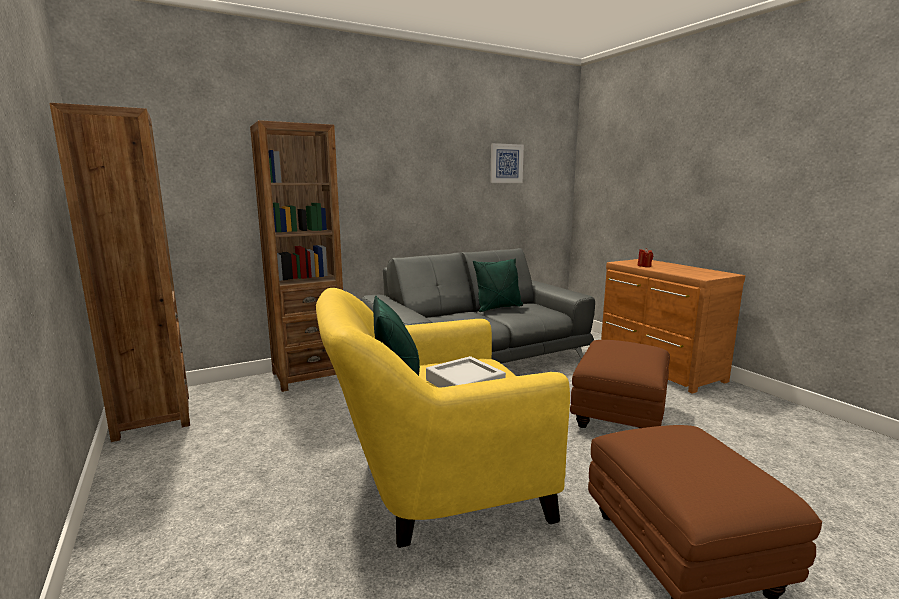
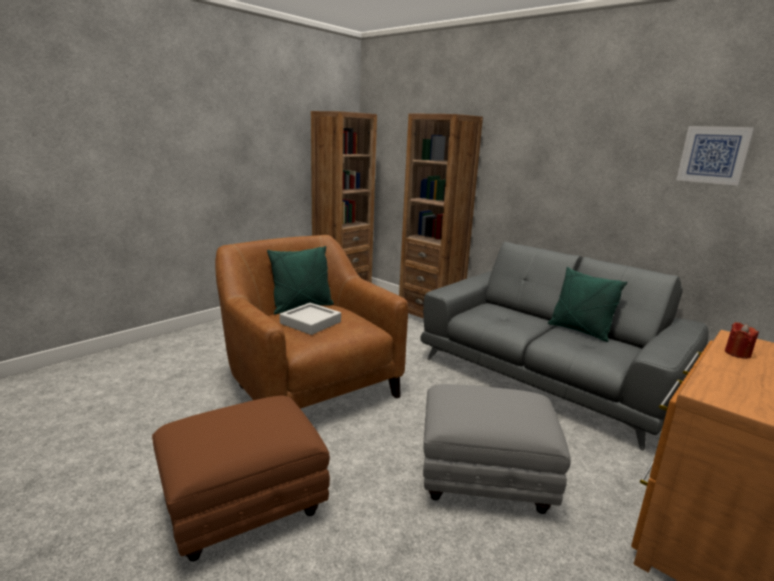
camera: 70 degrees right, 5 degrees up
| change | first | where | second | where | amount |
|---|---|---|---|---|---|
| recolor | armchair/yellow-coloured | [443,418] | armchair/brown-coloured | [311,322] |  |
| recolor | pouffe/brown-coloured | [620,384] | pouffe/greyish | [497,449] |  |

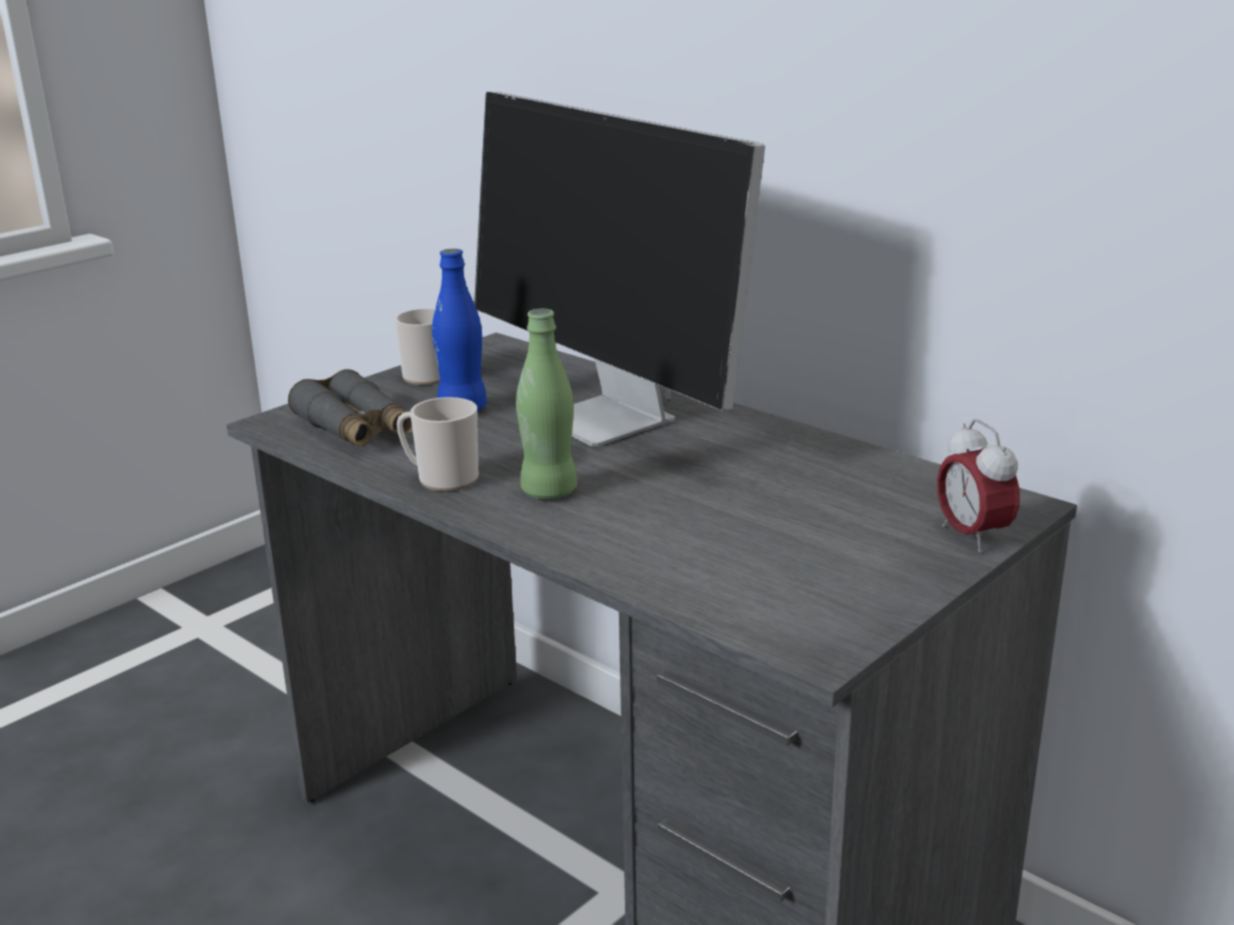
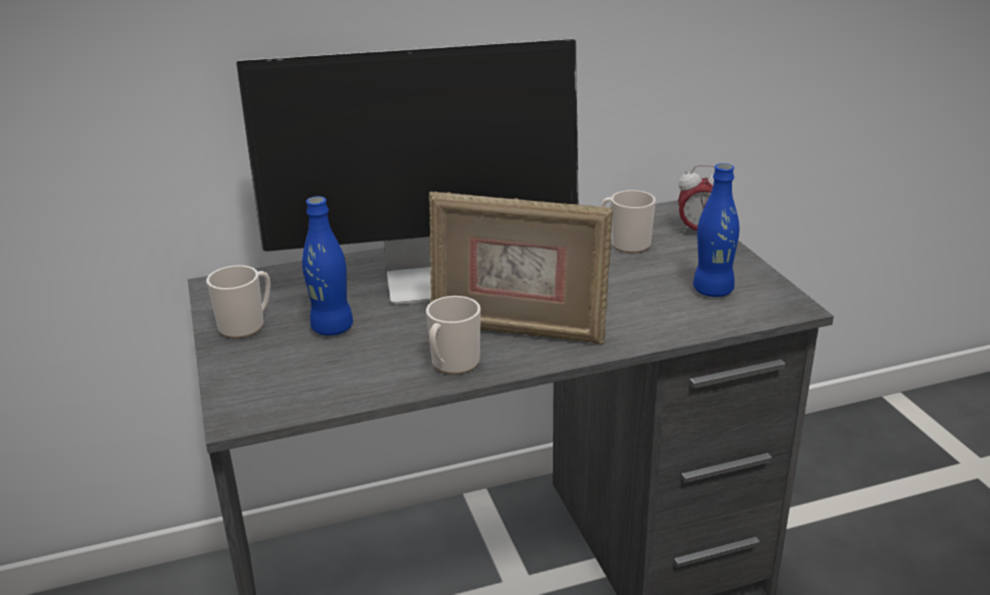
camera: 60 degrees left, 5 degrees up
| change | first | where | second | where | amount |
|---|---|---|---|---|---|
| replace | drink bottle/green | [546,404] | photo frame | [521,268] |  |
| delete | pair of binoculars/greyish | [350,408] |  |  |  |
| insert |  |  | drink bottle/blue-coloured | [716,230] |  |
| insert |  |  | mug | [628,221] |  |

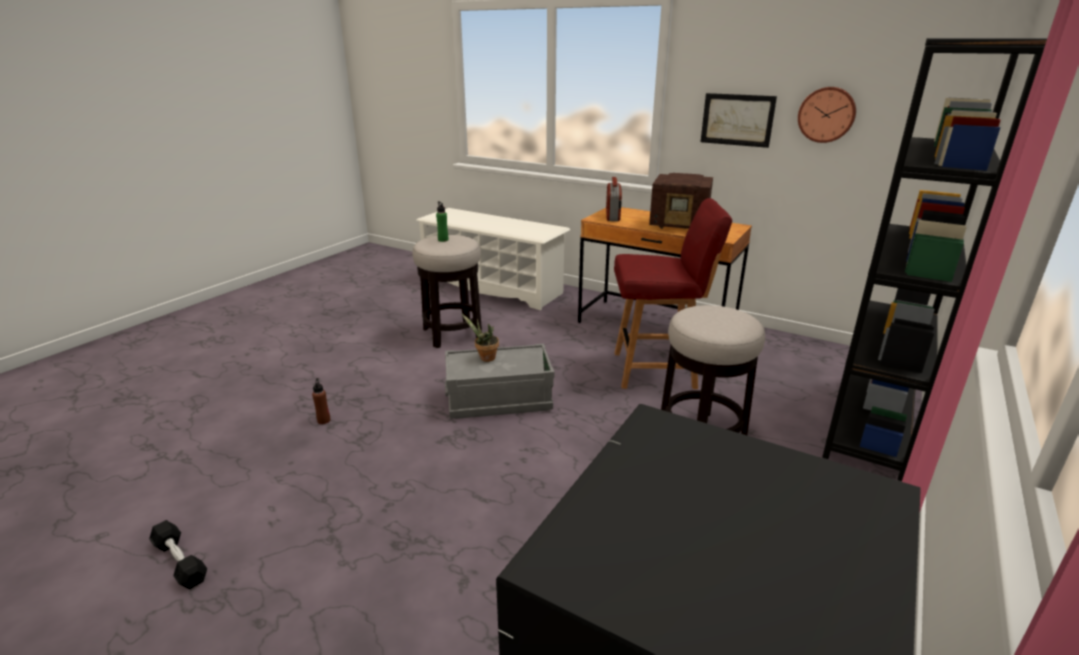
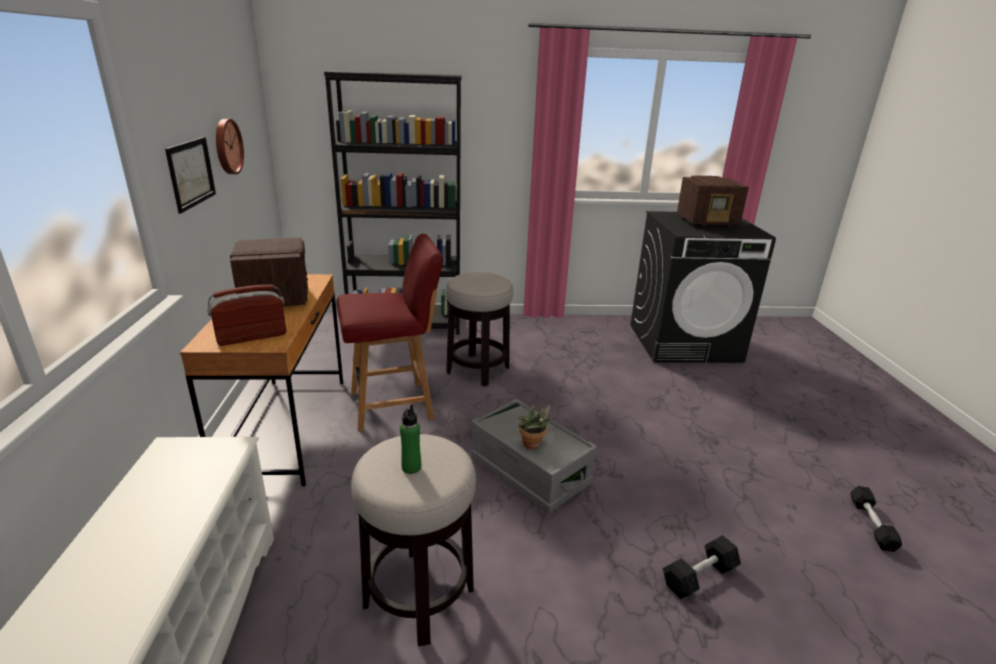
camera: 125 degrees left, 0 degrees up
| change | first | where | second | where | amount |
|---|---|---|---|---|---|
| rotate | upright chair/red | [673,293] |  | [390,332] | 105 degrees clockwise |
| replace | drink bottle/brown-coloured | [321,401] | free weight/blackish | [702,567] |  |
| insert |  |  | radio set | [713,201] |  |

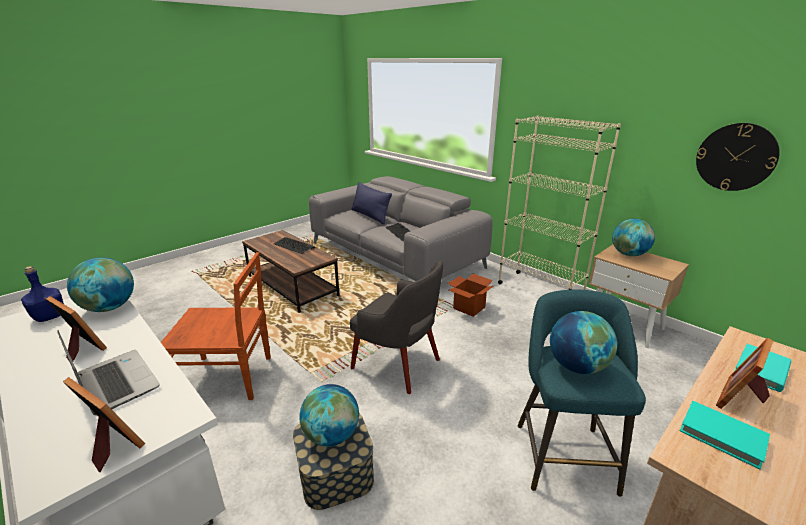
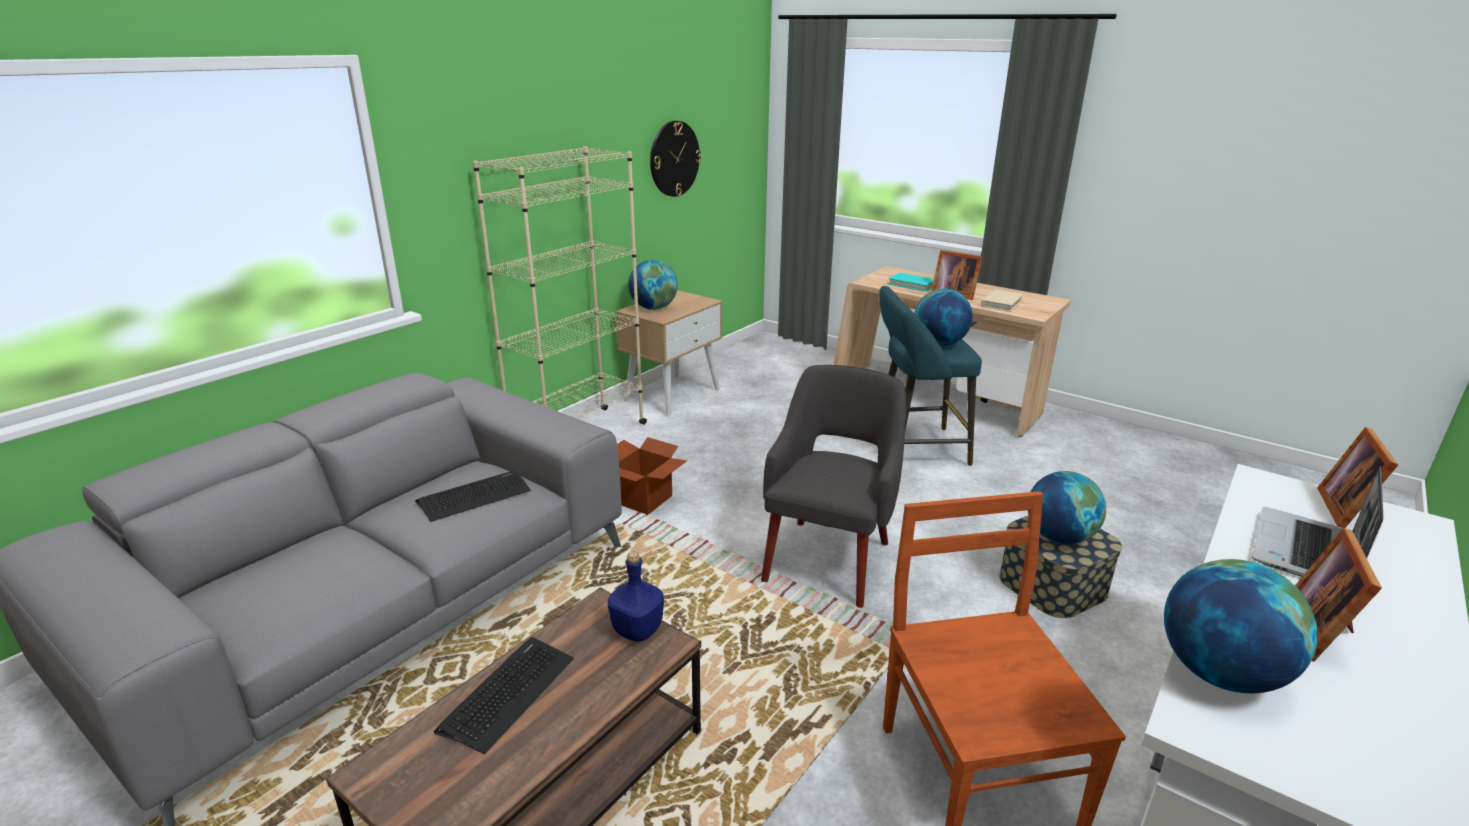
camera: 100 degrees left, 0 degrees up
| change | first | where | second | where | amount |
|---|---|---|---|---|---|
| delete | pillow/blue-coloured | [372,203] |  |  |  |
| move | drink bottle/blue-coloured | [42,294] |  | [636,597] |  |
| recolor | book/blue-green | [725,435] | book/beige | [1002,301] |  |

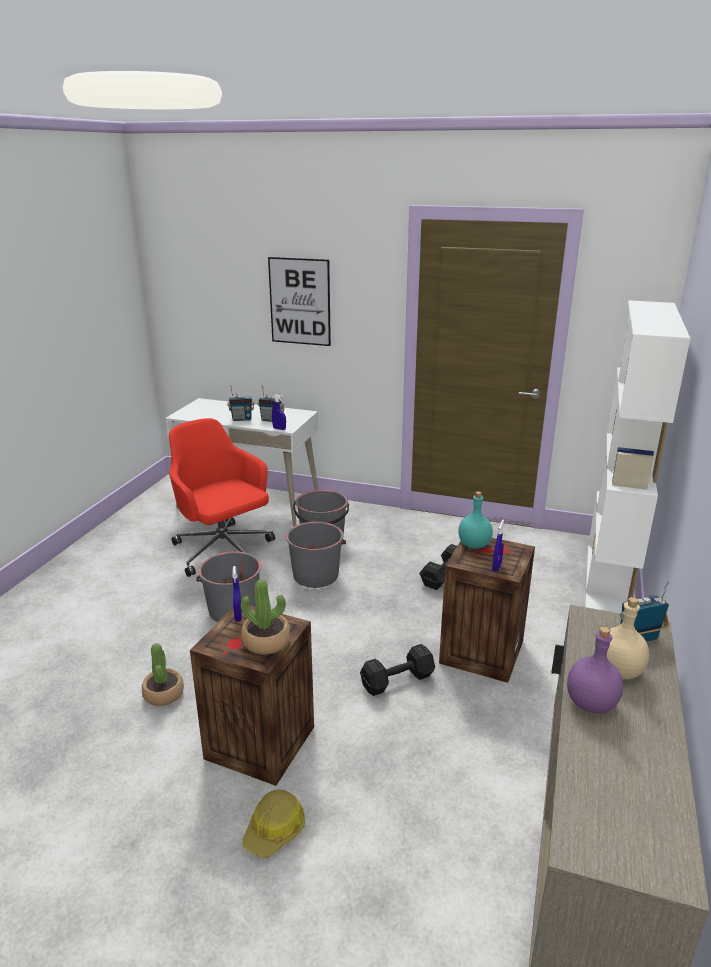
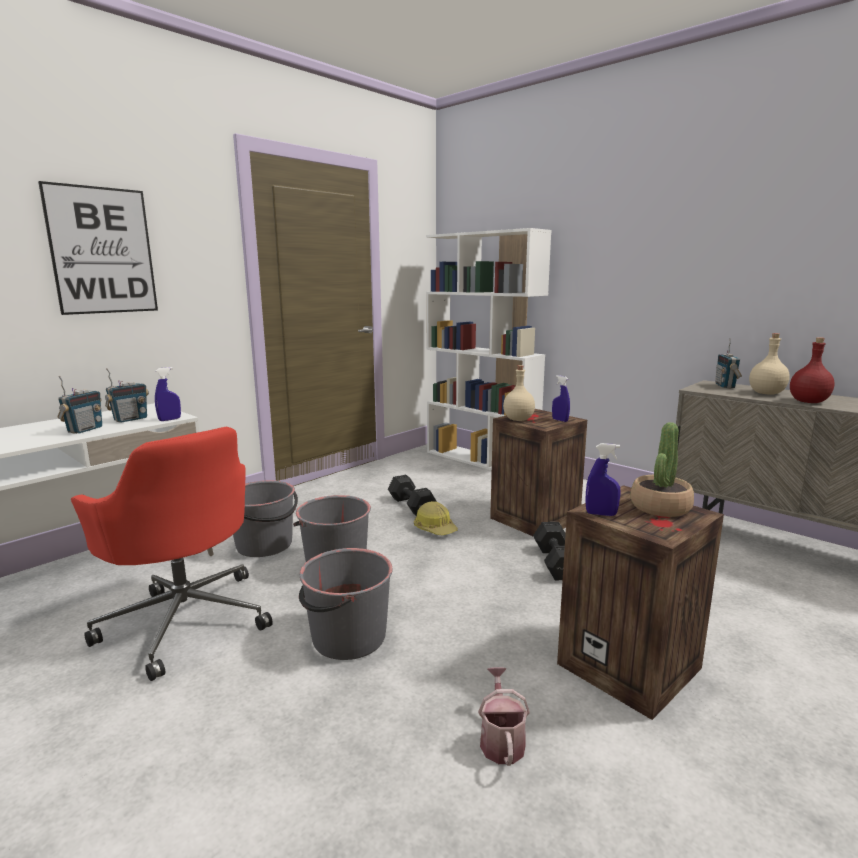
camera: 65 degrees left, 10 degrees down
| change | first | where | second | where | amount |
|---|---|---|---|---|---|
| rotate | office chair/red | [222,497] |  | [172,554] | 120 degrees counterclockwise |
| recolor | drink bottle/blue-green | [475,520] | drink bottle/beige | [519,393] |  |
| recolor | drink bottle/purple-coloured | [595,670] | drink bottle/red | [812,370] |  |
| replace | plant in a pot | [163,674] | watering pot | [504,716] |  |
| move | work helmet | [273,824] |  | [436,518] |  |

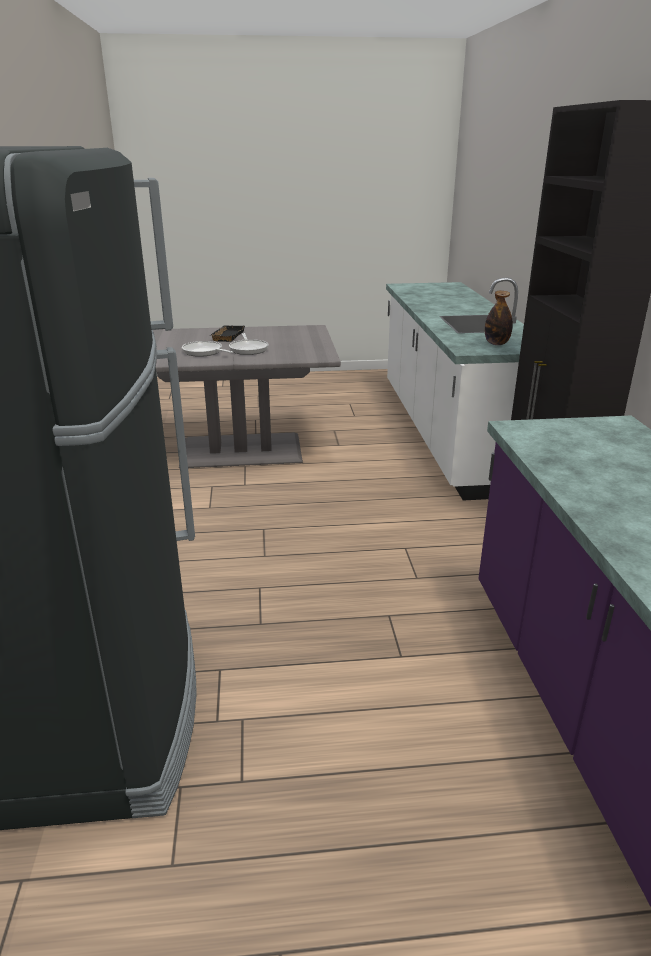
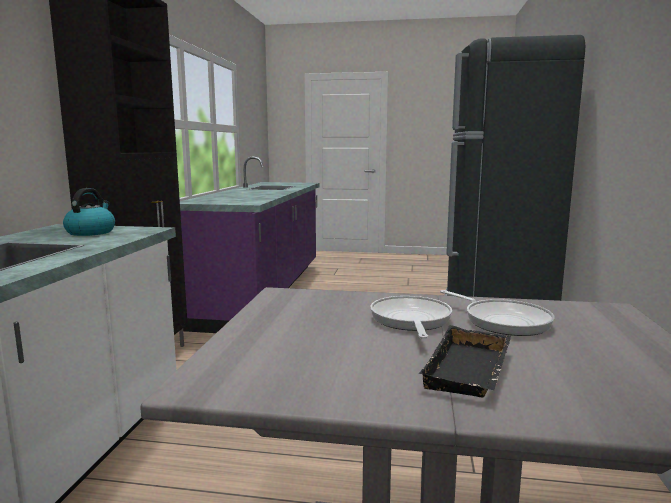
camera: 165 degrees left, 15 degrees down
| change | first | where | second | where | amount |
|---|---|---|---|---|---|
| replace | drink bottle | [499,318] | water kettle | [89,212] |  |

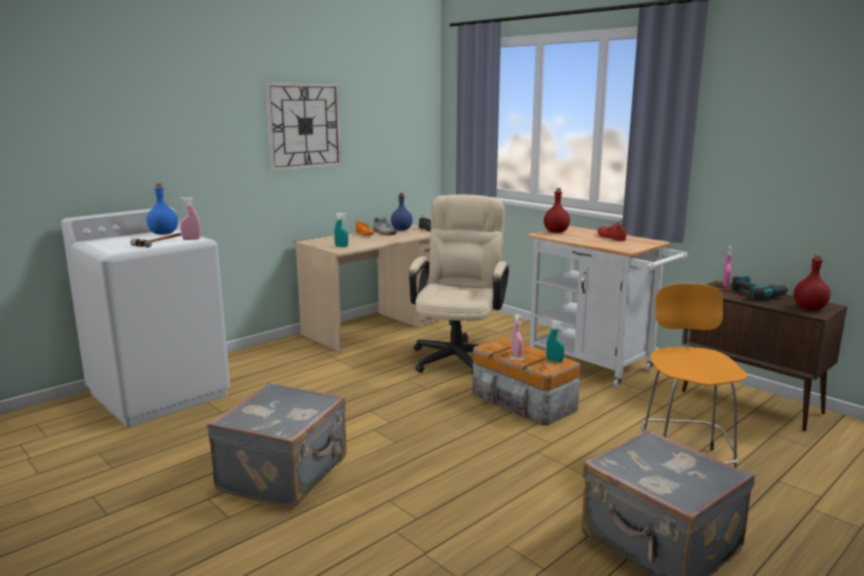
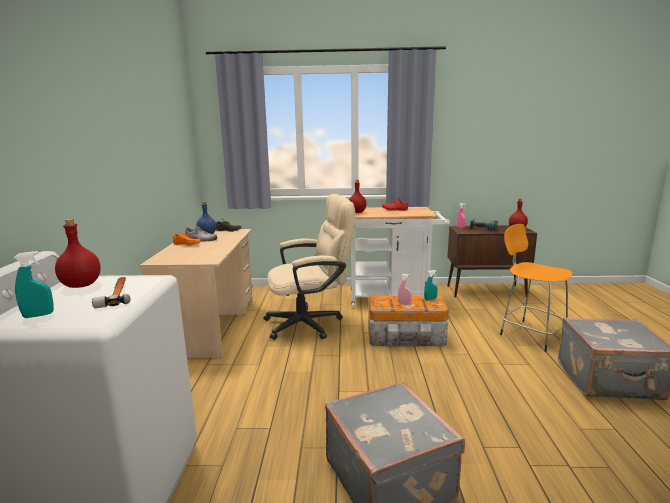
camera: 45 degrees left, 0 degrees up
| change | first | where | second | where | amount |
|---|---|---|---|---|---|
| delete | wall clock | [303,127] |  |  |  |
| recolor | drink bottle/blue-coloured | [162,209] | drink bottle/red | [78,253] |  |
| rotate | office chair/beige | [459,285] |  | [309,267] | 105 degrees clockwise |
| delete | spray bottle/pink-coloured | [190,218] |  |  |  |
| move | spray bottle/blue-green | [341,230] |  | [34,284] |  |

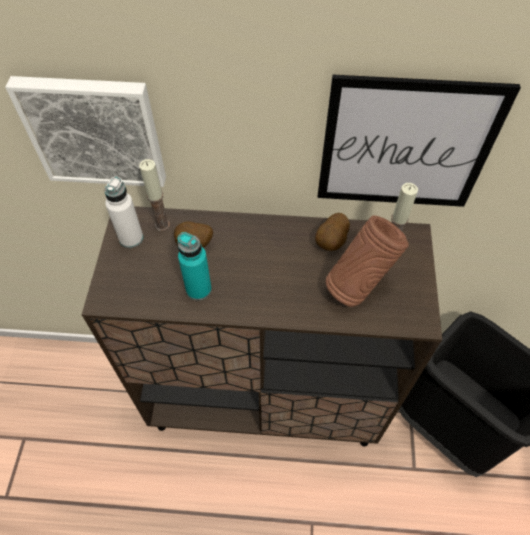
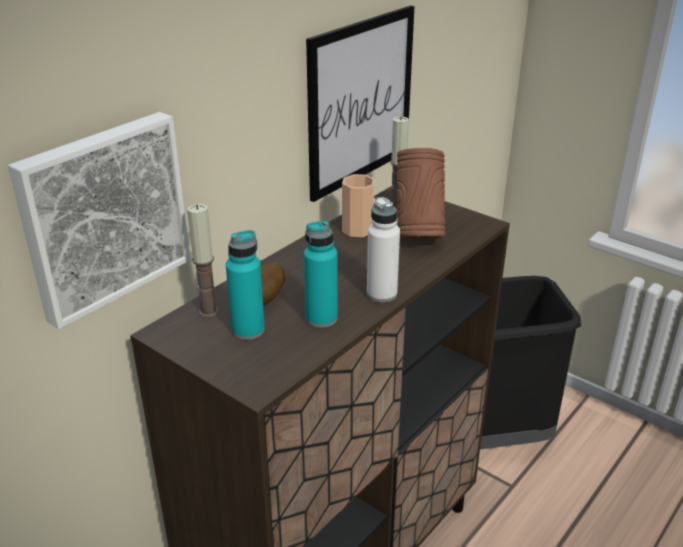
camera: 55 degrees left, 25 degrees down
| change | first | where | second | where | amount |
|---|---|---|---|---|---|
| move | drink bottle/white-coloured | [123,212] |  | [383,250] |  |
| replace | potato | [332,232] | small cup | [358,205] |  |
| insert |  |  | drink bottle/blue-green | [245,285] |  |

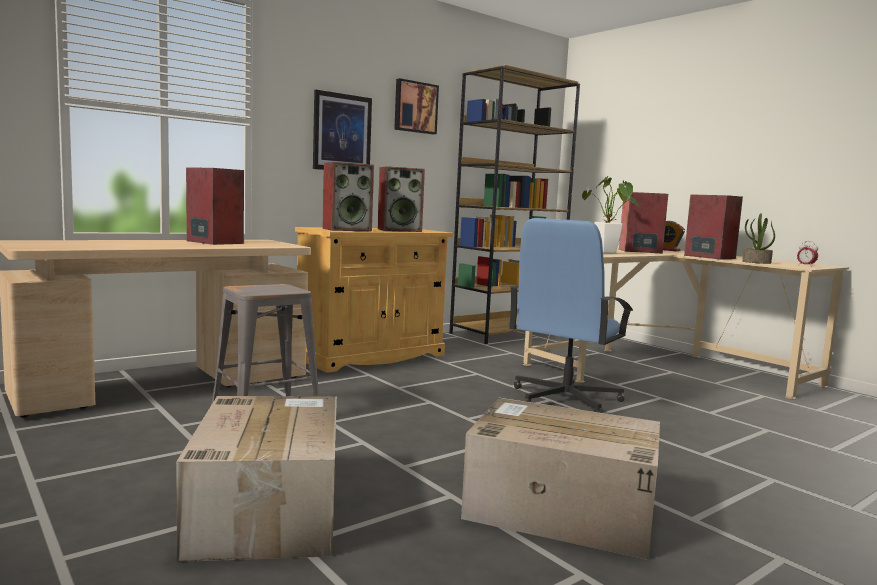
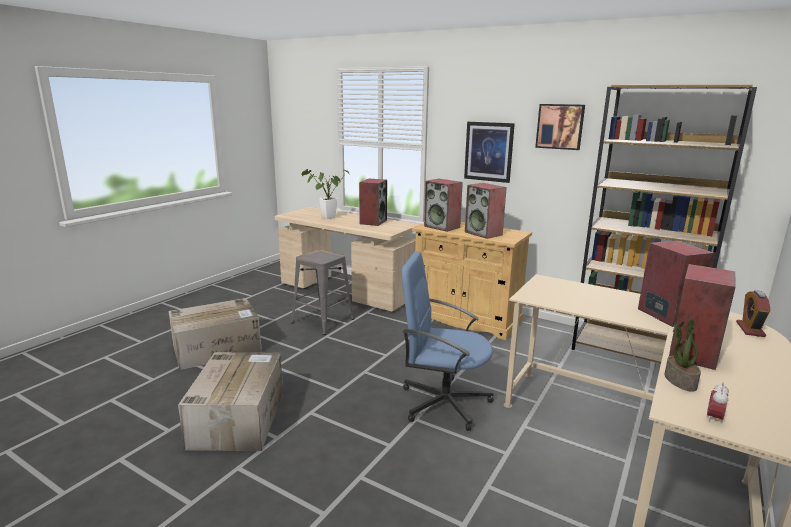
camera: 70 degrees right, 10 degrees up
| change | first | where | second | where | amount |
|---|---|---|---|---|---|
| move | plant in a pot | [610,214] |  | [325,194] |  |

